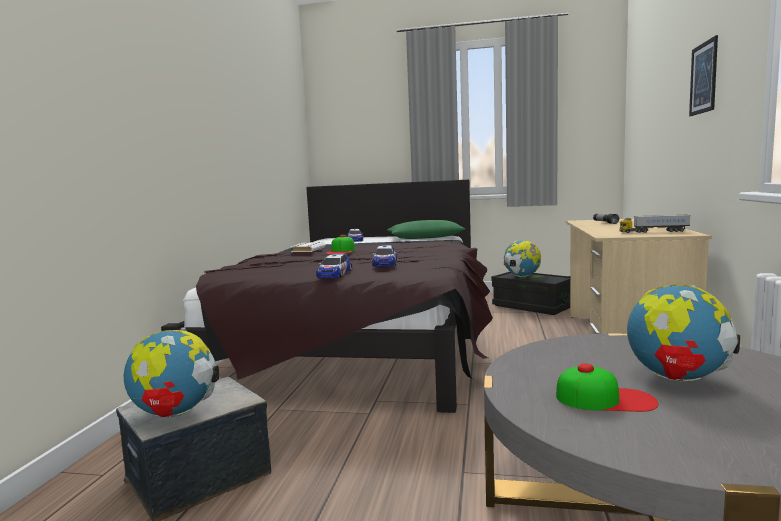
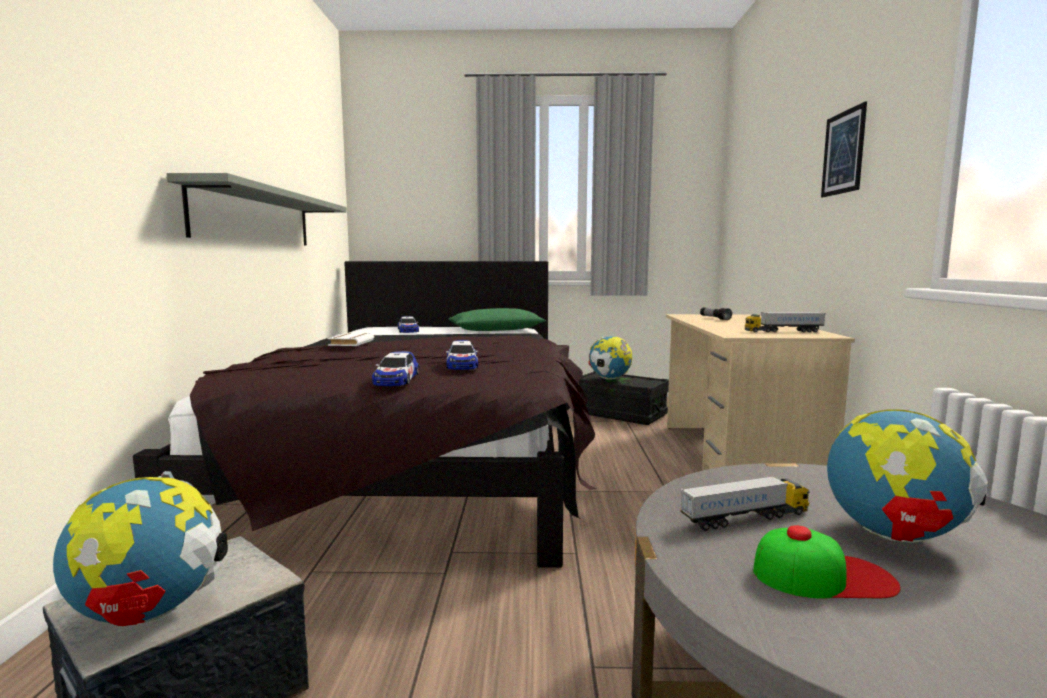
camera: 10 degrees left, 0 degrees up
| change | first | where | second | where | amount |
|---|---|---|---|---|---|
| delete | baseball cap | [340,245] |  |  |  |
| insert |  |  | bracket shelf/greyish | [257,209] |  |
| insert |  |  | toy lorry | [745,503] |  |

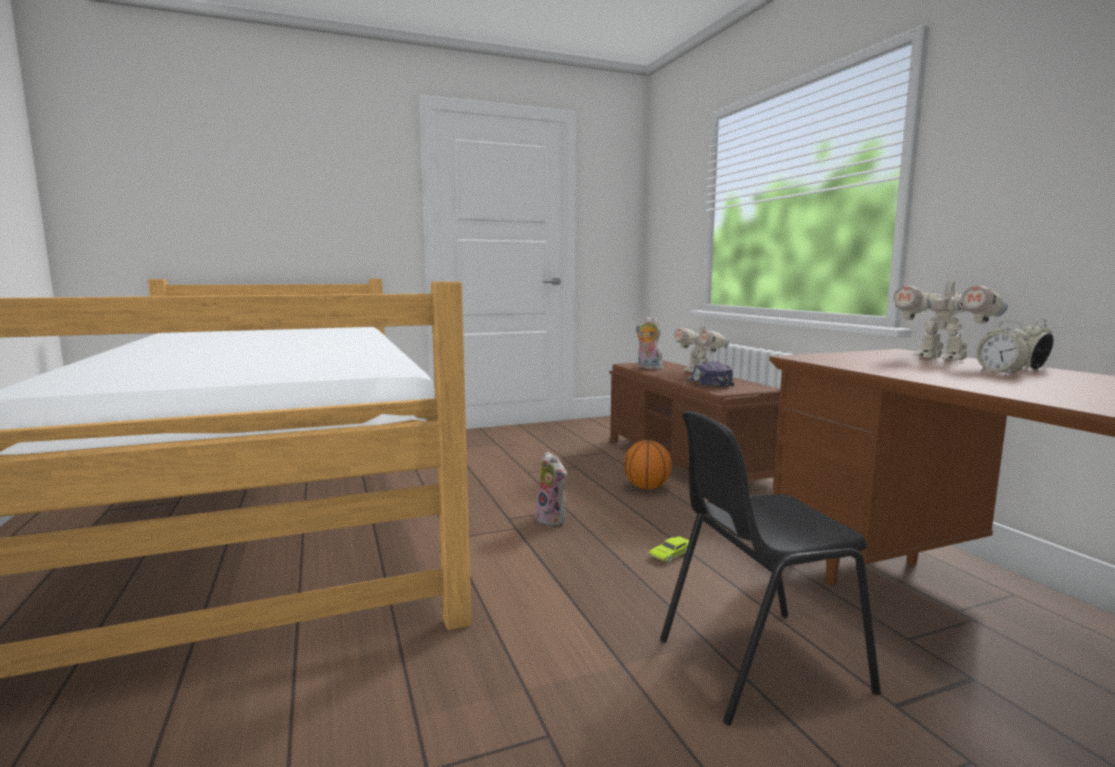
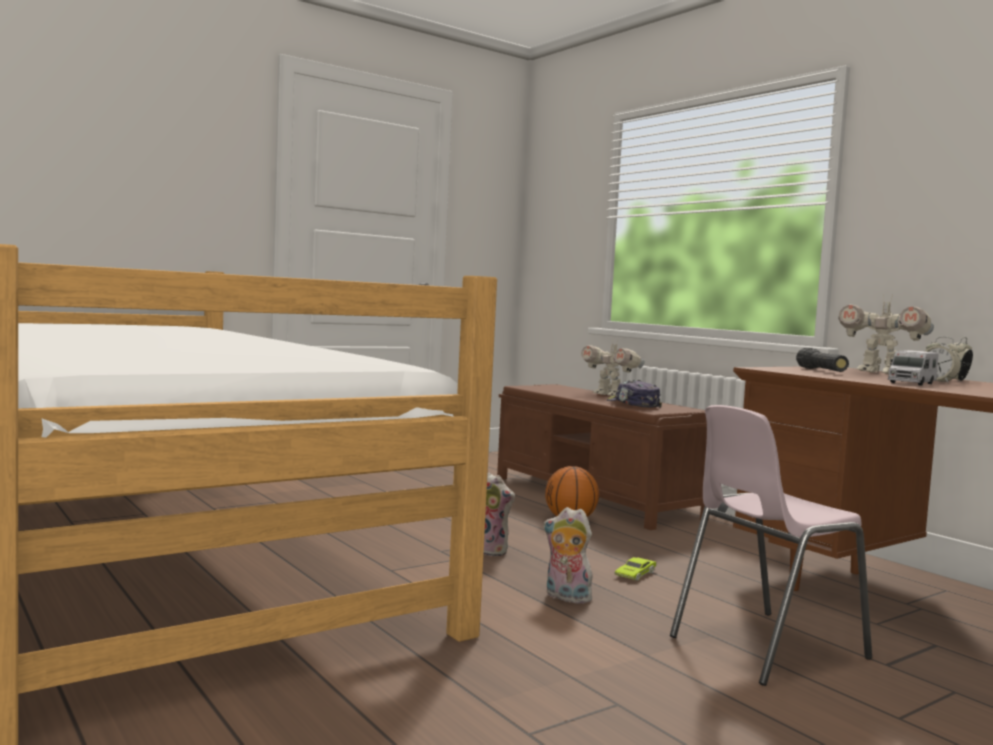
camera: 15 degrees left, 5 degrees down
| change | first | where | second | where | amount |
|---|---|---|---|---|---|
| move | cuddly toy | [649,343] |  | [569,555] |  |
| recolor | upright chair/blackish | [770,568] | upright chair/pink-coloured | [771,545] |  |
| insert |  |  | hand torch/blackish | [822,359] |  |
| insert |  |  | toy lorry | [913,368] |  |

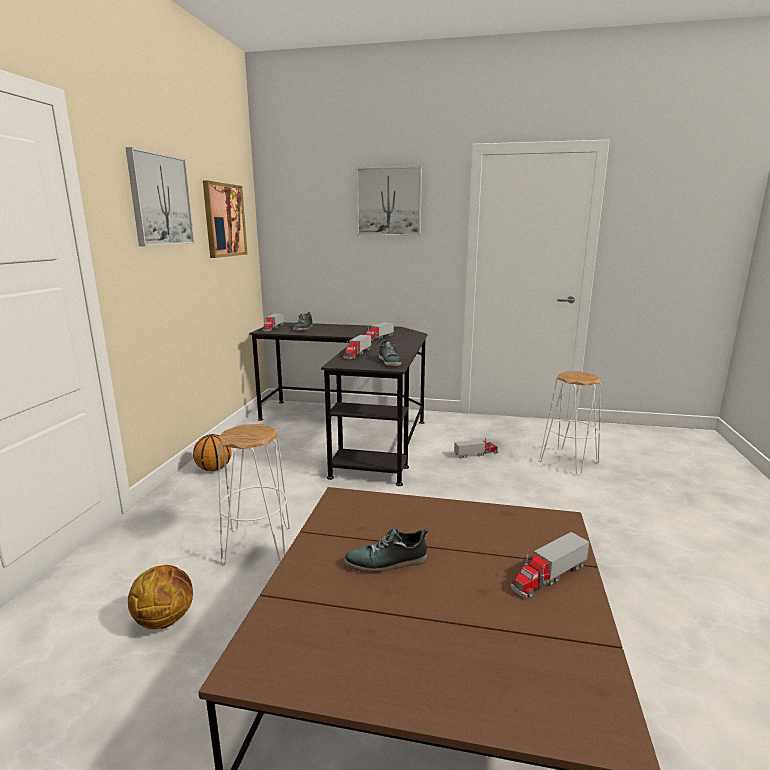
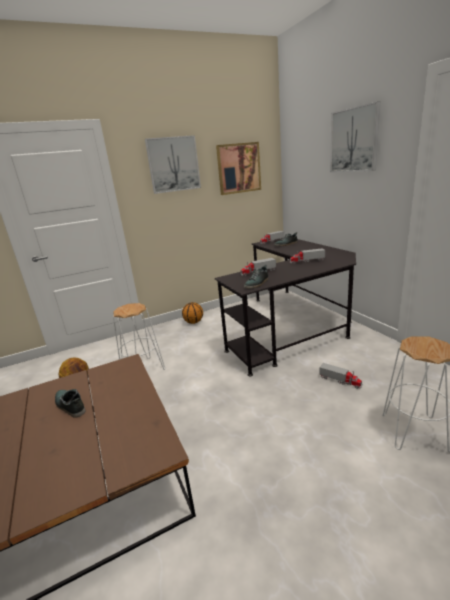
camera: 55 degrees right, 5 degrees up
| change | first | where | second | where | amount |
|---|---|---|---|---|---|
| delete | toy lorry | [549,565] |  |  |  |

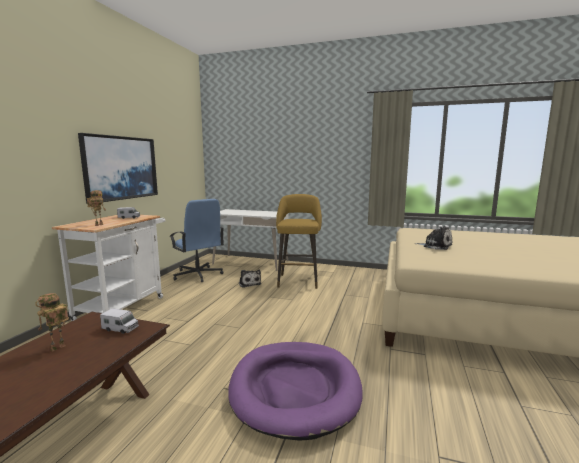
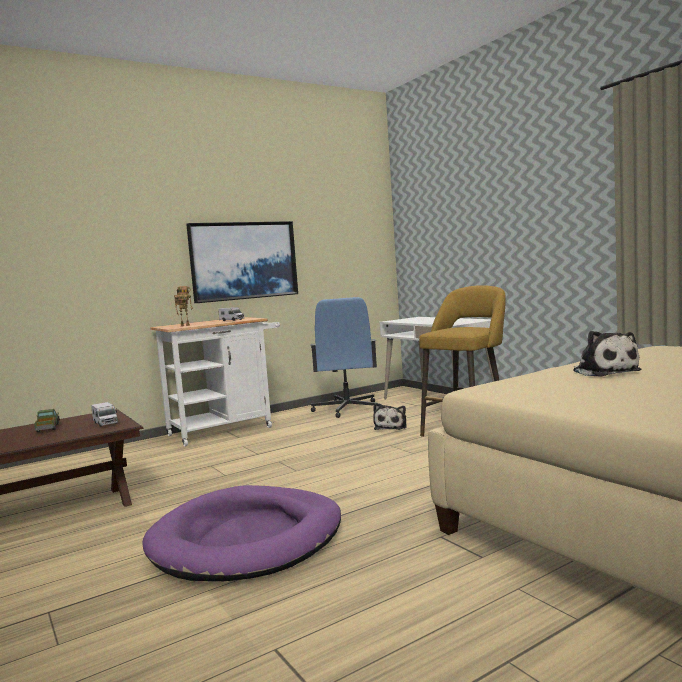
camera: 40 degrees right, 5 degrees down
| change | first | where | second | where | amount |
|---|---|---|---|---|---|
| replace | robot figure | [52,322] | toy lorry | [47,420] |  |

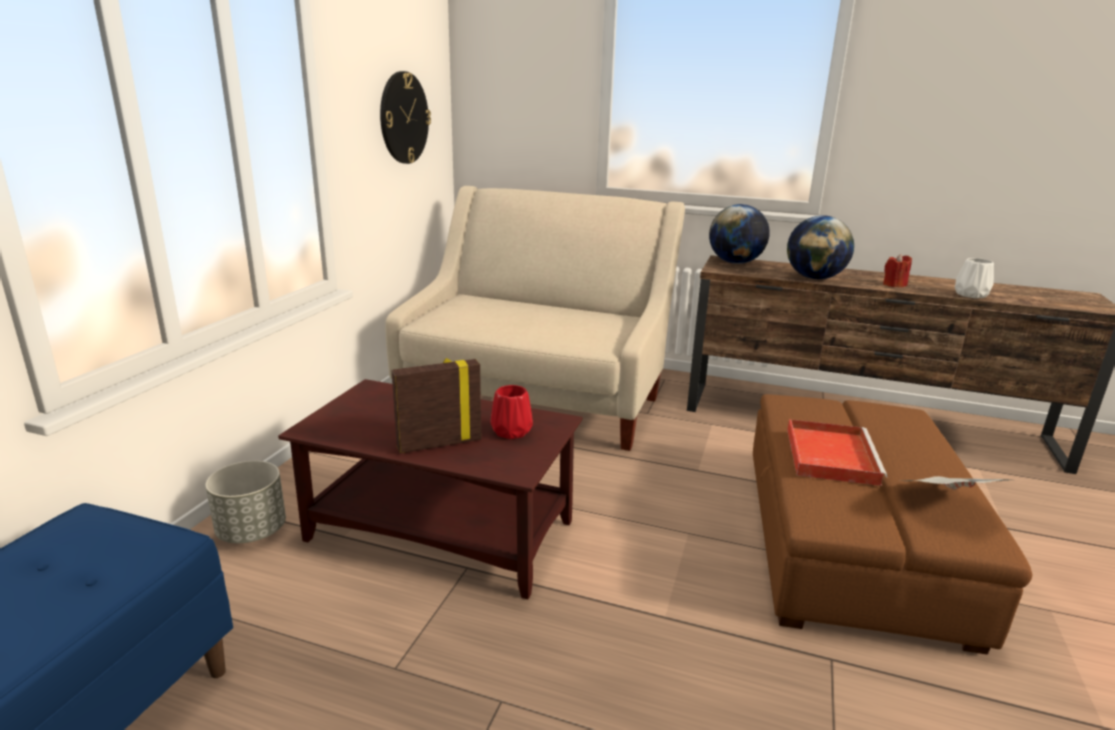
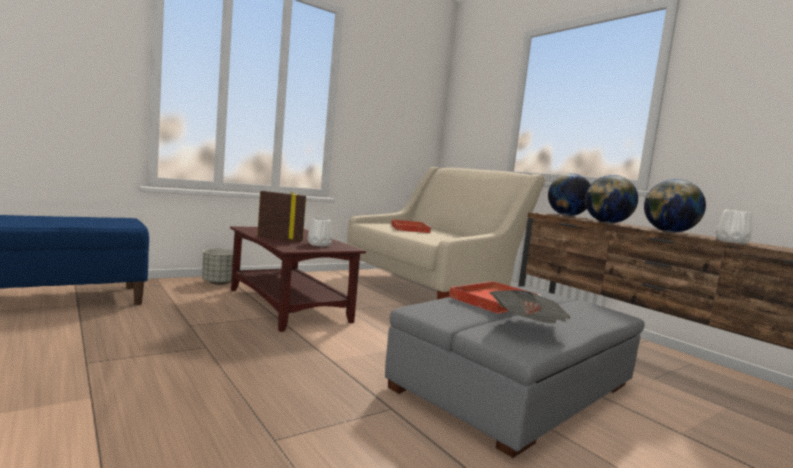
camera: 35 degrees right, 15 degrees down
| change | first | where | second | where | amount |
|---|---|---|---|---|---|
| delete | wall clock | [405,117] |  |  |  |
| replace | wax candle/red | [897,270] | world globe | [675,206] |  |
| recolor | flower vase/red | [511,412] | flower vase/white-coloured | [319,232] |  |
| recolor | pouffe/brown-coloured | [892,524] | pouffe/greyish | [515,372] |  |
| insert |  |  | serving tray/red | [411,226] |  |

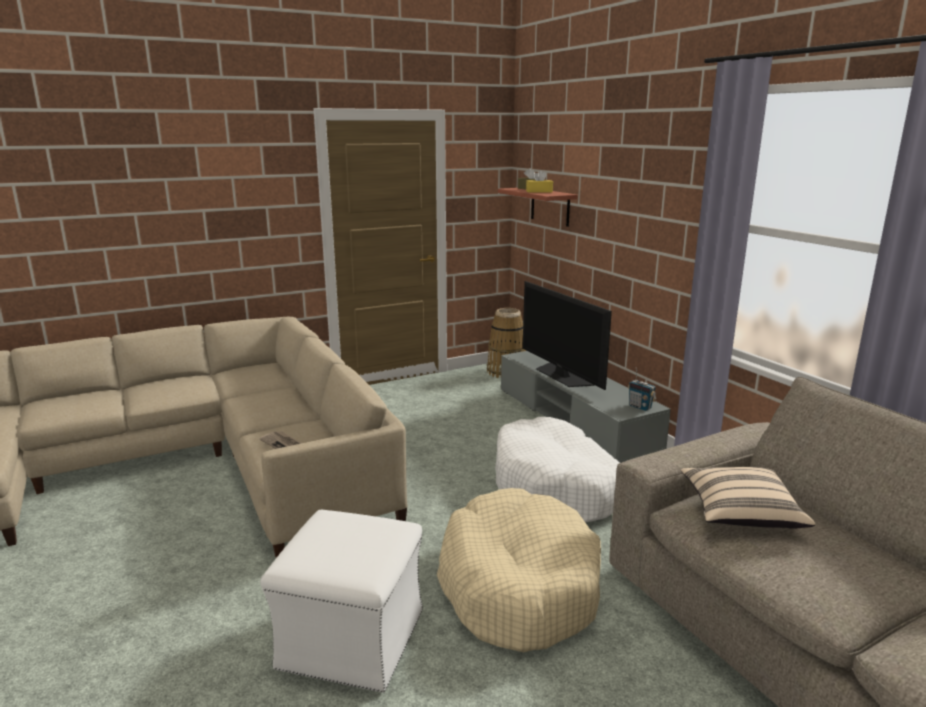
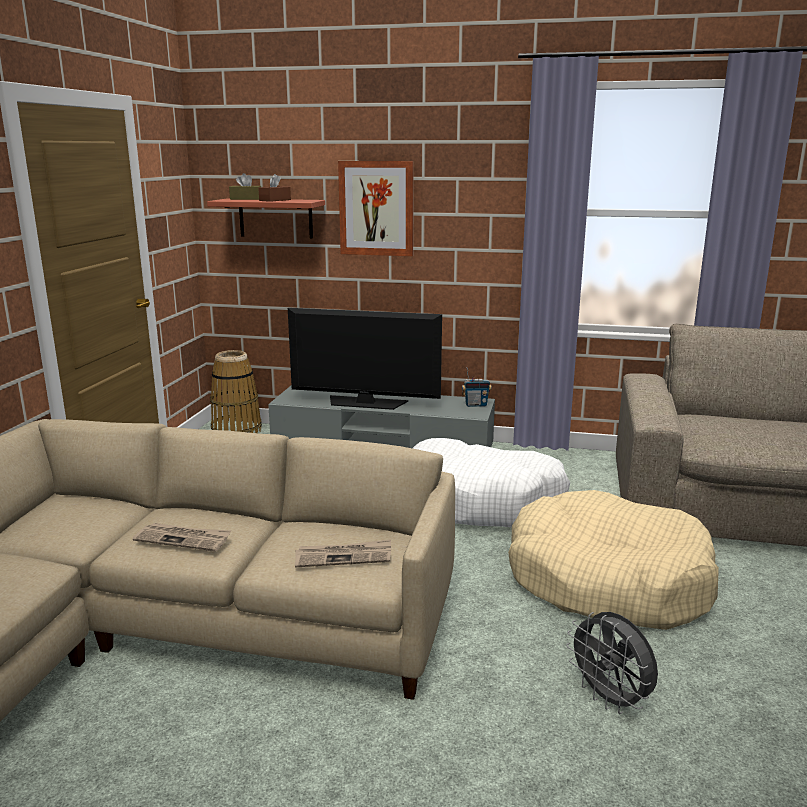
camera: 50 degrees left, 0 degrees up
| change | first | where | second | where | amount |
|---|---|---|---|---|---|
| recolor | box of tissues/yellow-coloured | [539,181] | box of tissues/brown-coloured | [274,188] |  |
| delete | pillow/beige | [748,498] |  |  |  |
| replace | pouffe/white-coloured | [341,601] | cooling fan/greyish | [612,663] |  |
| insert |  |  | picture | [376,208] |  |
| insert |  |  | printed paper | [182,537] |  |

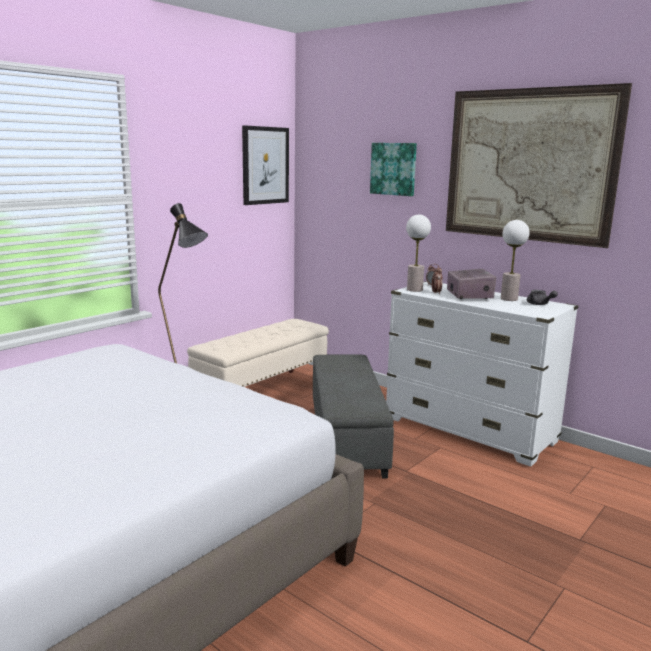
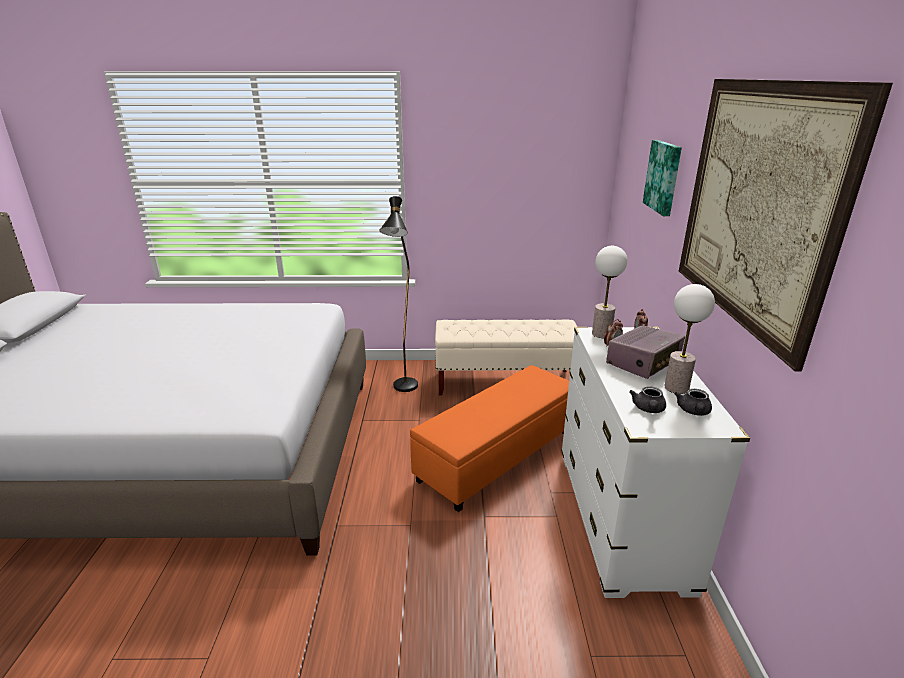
camera: 50 degrees right, 10 degrees up
| change | first | where | second | where | amount |
|---|---|---|---|---|---|
| delete | picture | [265,165] |  |  |  |
| recolor | pouffe/greyish | [353,416] | pouffe/orangey | [489,438] |  |
| insert |  |  | teapot/greyish | [647,399] |  |

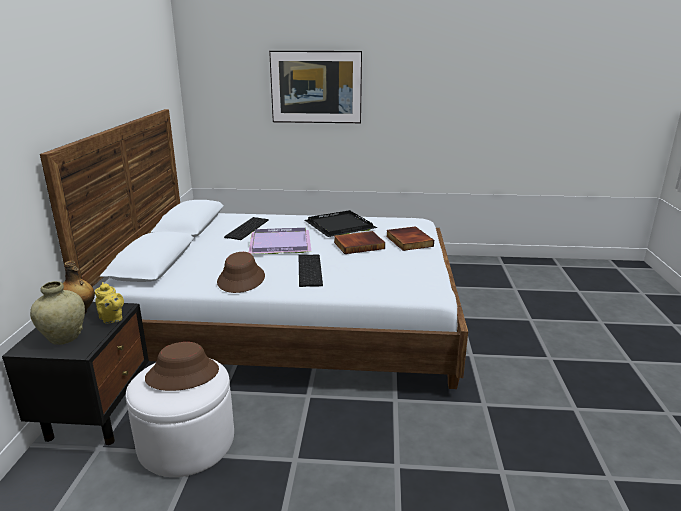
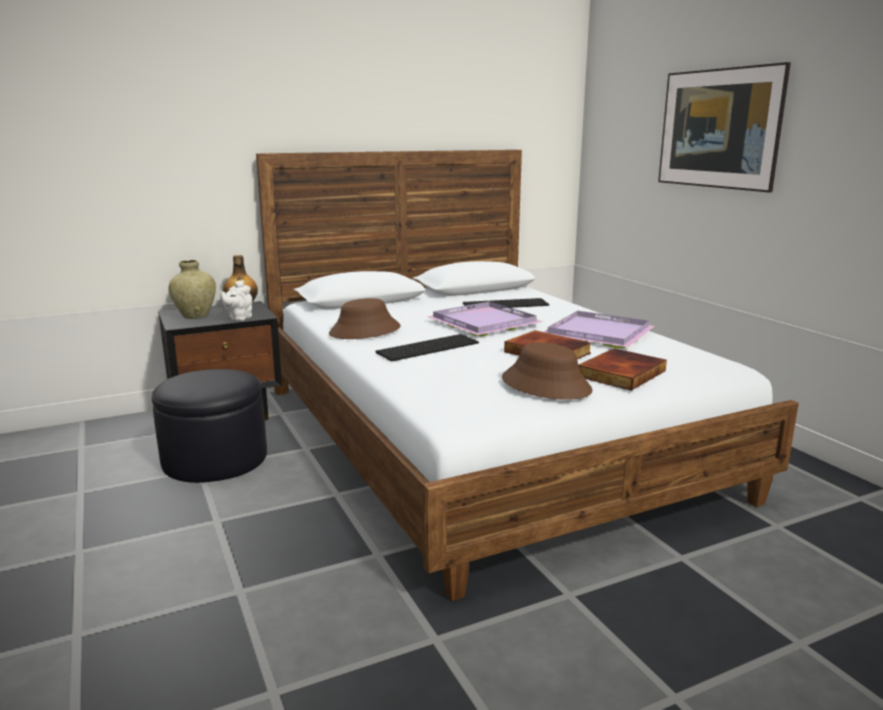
camera: 60 degrees right, 5 degrees down
| change | first | where | second | where | amount |
|---|---|---|---|---|---|
| recolor | serving tray/blackish | [341,223] | serving tray/purple-coloured | [599,329] |  |
| recolor | teapot/yellow-coloured | [109,303] | teapot/white-coloured | [236,300] |  |
| move | clothing hat/brown-coloured | [182,366] |  | [547,371] |  |
| recolor | pouffe/white-coloured | [180,417] | pouffe/blackish | [209,426] |  |

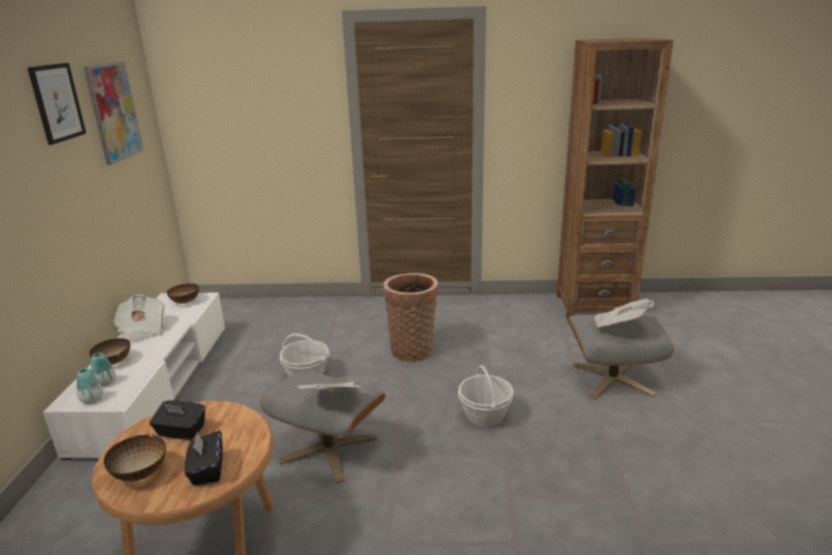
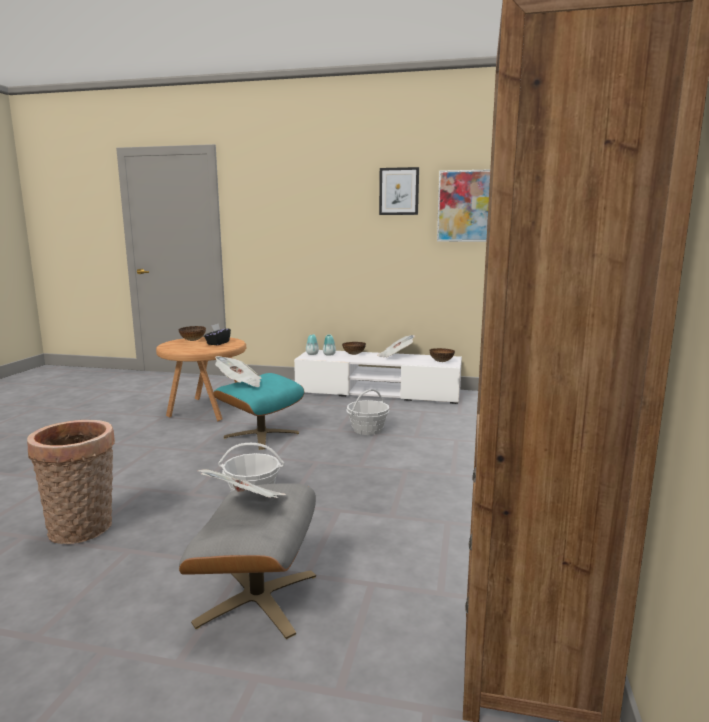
camera: 100 degrees right, 10 degrees down
| change | first | where | second | where | amount |
|---|---|---|---|---|---|
| move | basket | [411,317] |  | [71,482] |  |
| recolor | pouffe/greyish | [323,427] | pouffe/blue-green | [258,411] |  |
| delete | box of tissues/blackish | [204,458] |  |  |  |

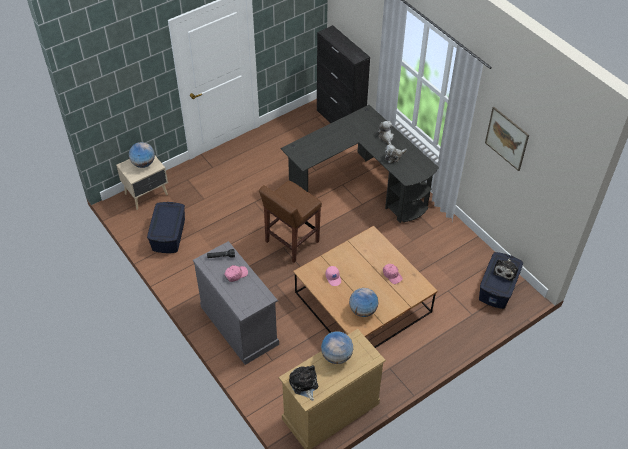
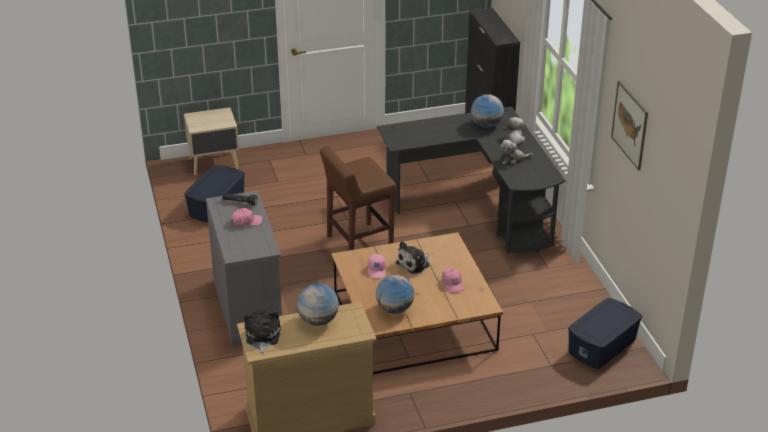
camera: 20 degrees right, 15 degrees down
| change | first | where | second | where | amount |
|---|---|---|---|---|---|
| move | world globe | [142,155] |  | [487,111] |  |
| move | cuddly toy | [505,270] |  | [412,257] |  |

